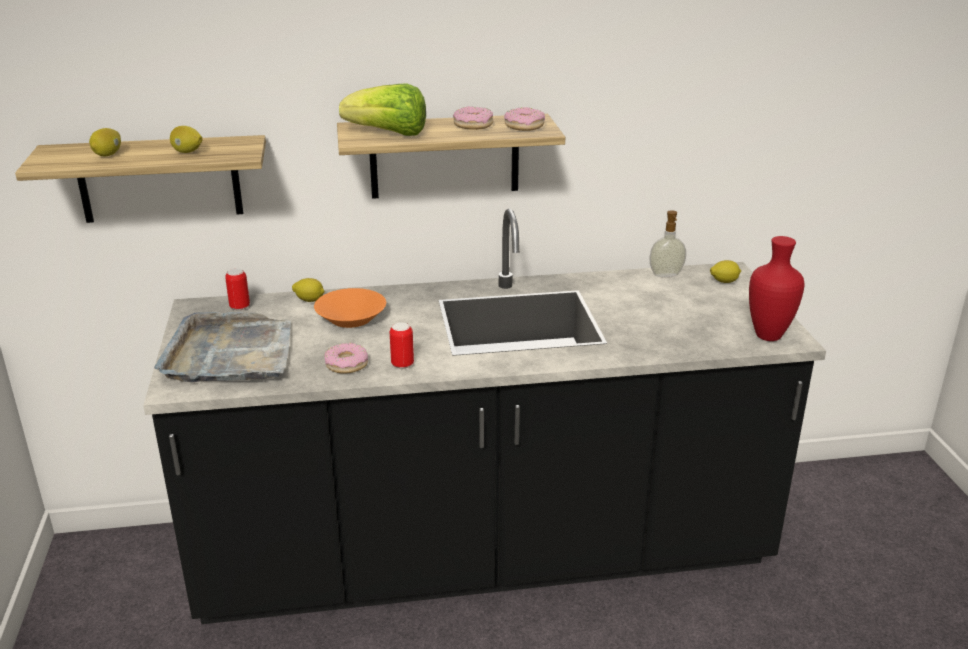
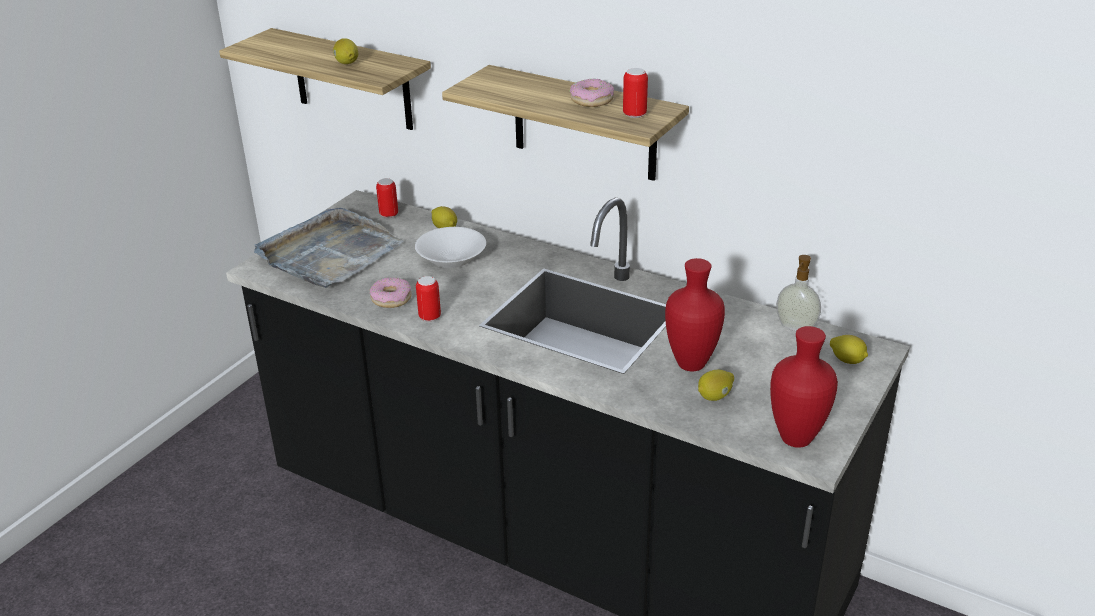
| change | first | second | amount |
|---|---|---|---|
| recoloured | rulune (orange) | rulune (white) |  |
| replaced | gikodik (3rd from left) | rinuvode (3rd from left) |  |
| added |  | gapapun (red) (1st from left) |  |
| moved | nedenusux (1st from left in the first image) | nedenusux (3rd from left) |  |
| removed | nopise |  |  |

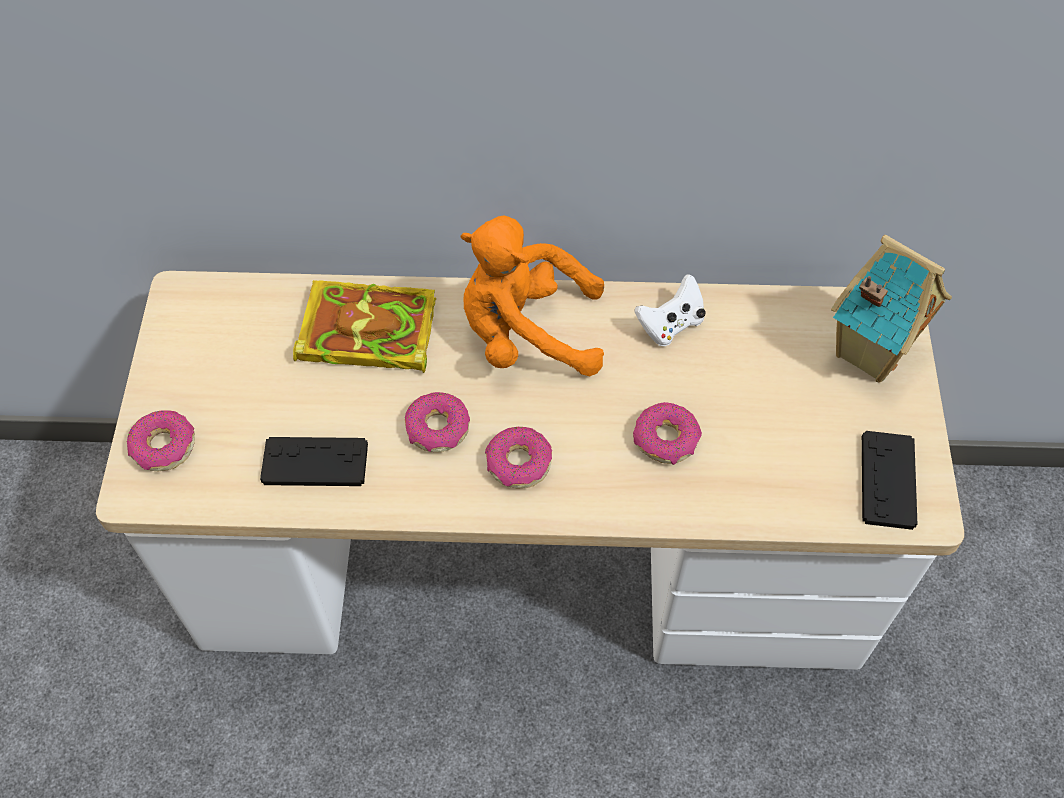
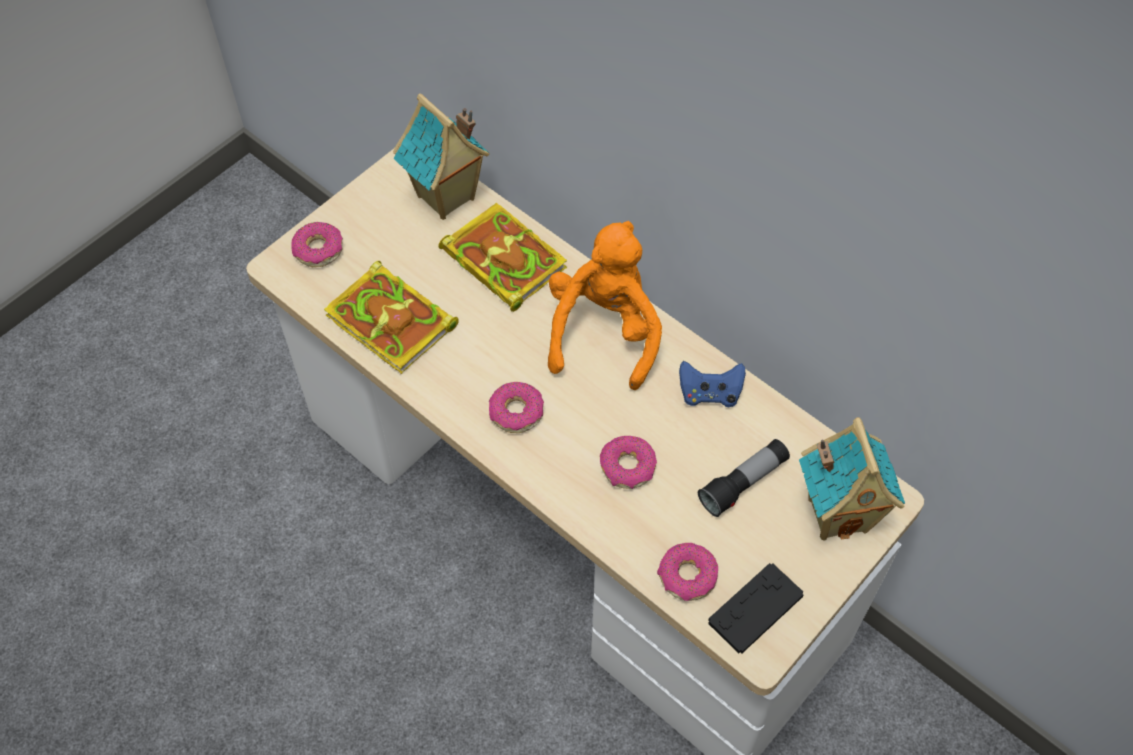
| change | first | second | amount |
|---|---|---|---|
| replaced | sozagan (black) (1st from left) | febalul (1st from left) |  |
| added |  | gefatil (1st from left) |  |
| turned | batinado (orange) |  | 60 degrees clockwise |
| moved | gikodik (2nd from left in the first image) | gikodik (4th from left) |  |
| recoloured | sozagan (white) | sozagan (blue) |  |
| added |  | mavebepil |  |

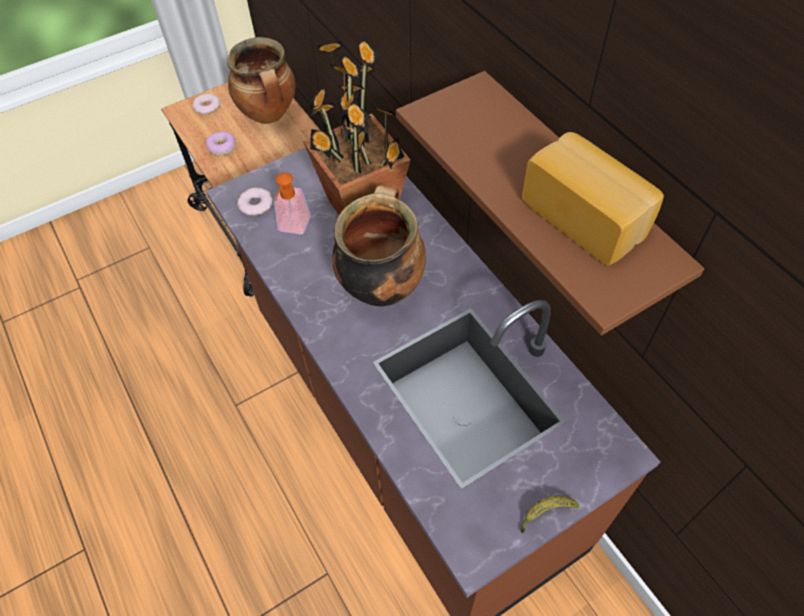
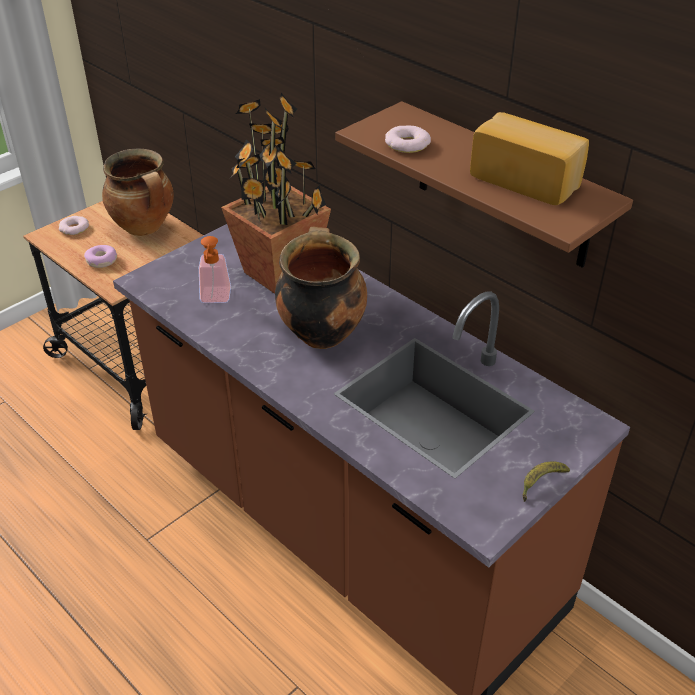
| change | first | second | amount |
|---|---|---|---|
| moved | gikodik (3rd from left) |  |  |

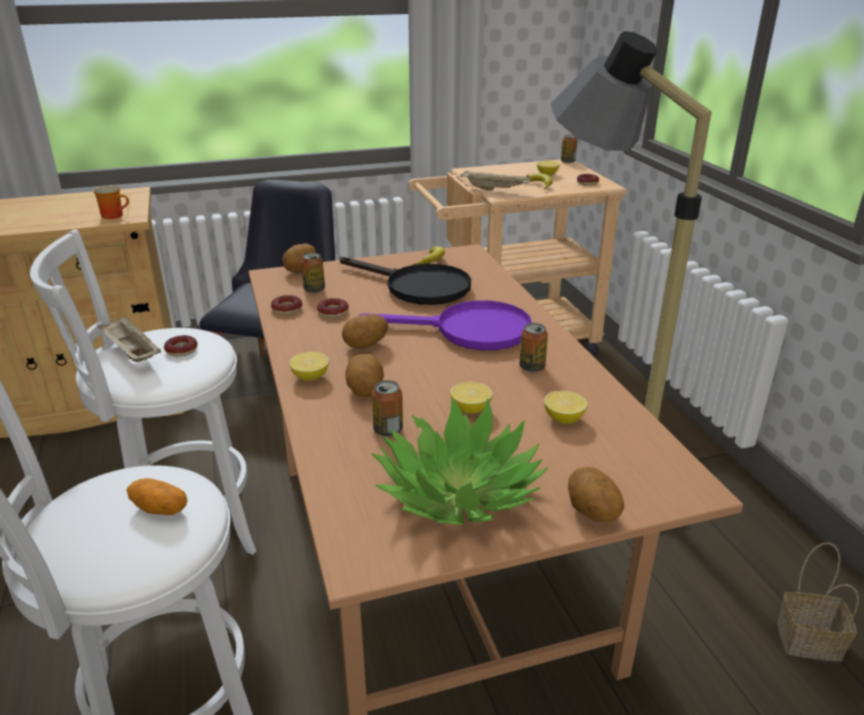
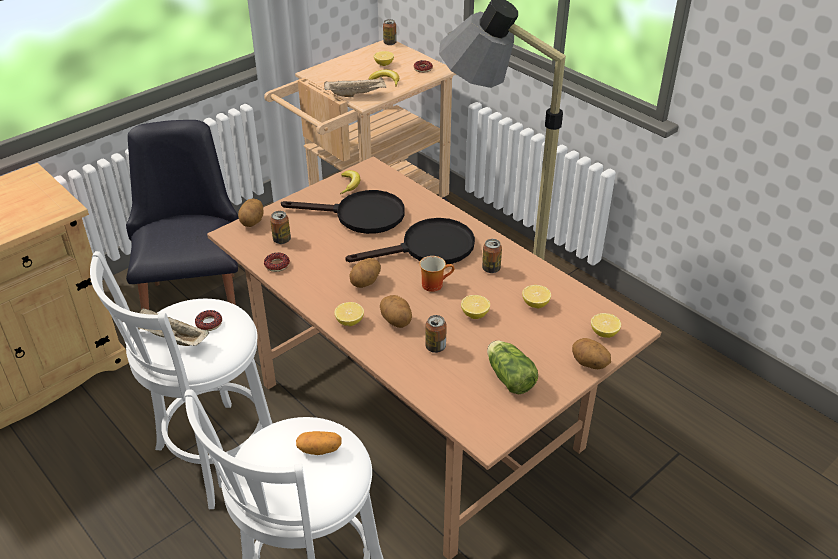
| change | first | second | amount |
|---|---|---|---|
| recoloured | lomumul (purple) | lomumul (black) (2nd from left) |  |
| moved | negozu |  |  |
| replaced | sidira | nopise |  |
| added |  | nedenusux (5th from left) |  |
| removed | gikodik (3rd from left) |  |  |
| removed | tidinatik |  |  |

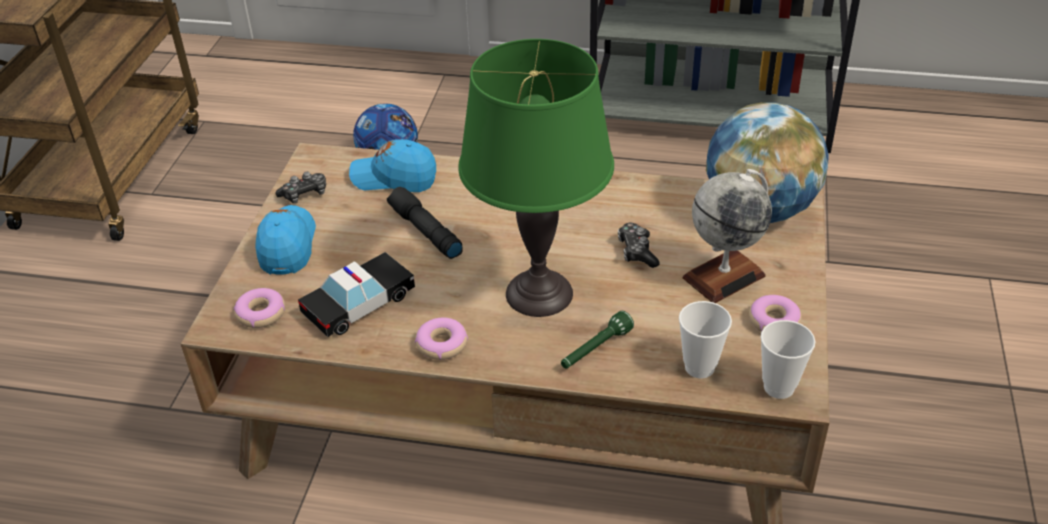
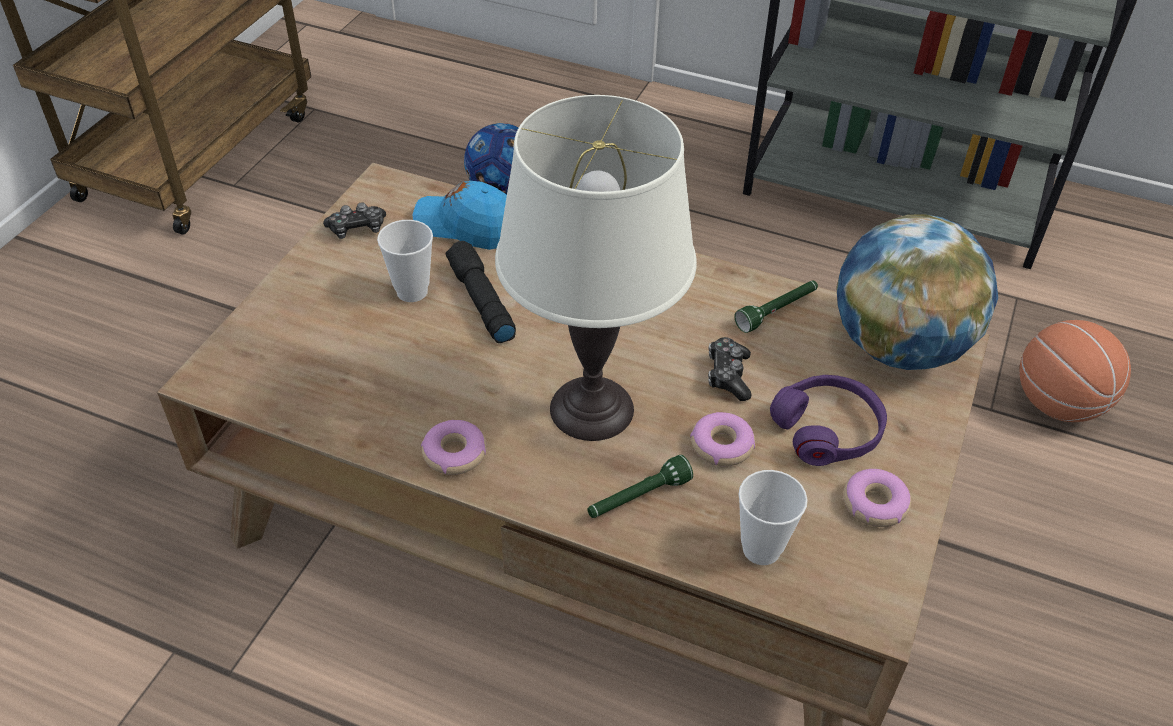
| change | first | second | amount |
|---|---|---|---|
| moved | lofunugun (2nd from left in the first image) | lofunugun (1st from left) |  |
| recoloured | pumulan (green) | pumulan (white) |  |
| moved | gikodik (1st from left in the first image) | gikodik (2nd from left) |  |
| added |  | mavebepil (green) (2nd from left) |  |
| replaced | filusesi (1st from left) | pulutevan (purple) |  |
| added |  | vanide |  |
| removed | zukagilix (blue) (1st from left) |  |  |
| removed | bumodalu |  |  |

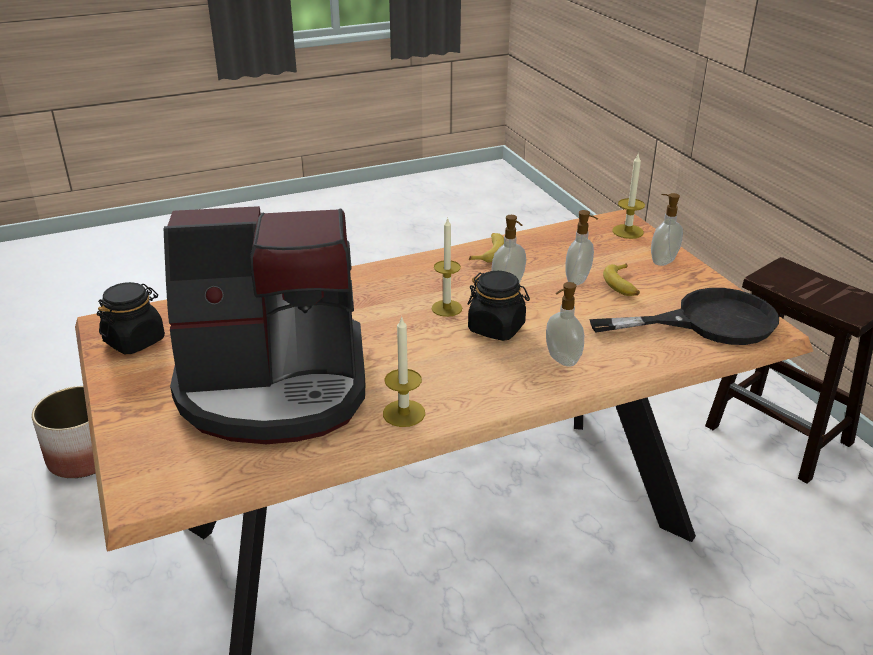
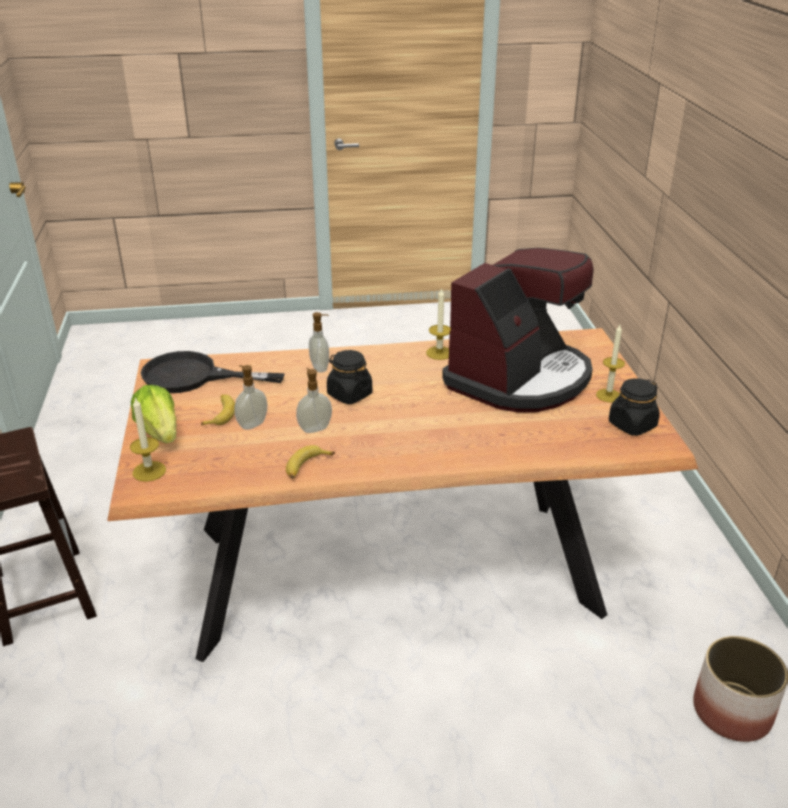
| change | first | second | amount |
|---|---|---|---|
| replaced | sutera (4th from left) | nopise |  |
| turned | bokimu |  | 120 degrees clockwise |
| moved | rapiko (2nd from left in the first image) | rapiko (3rd from left) |  |

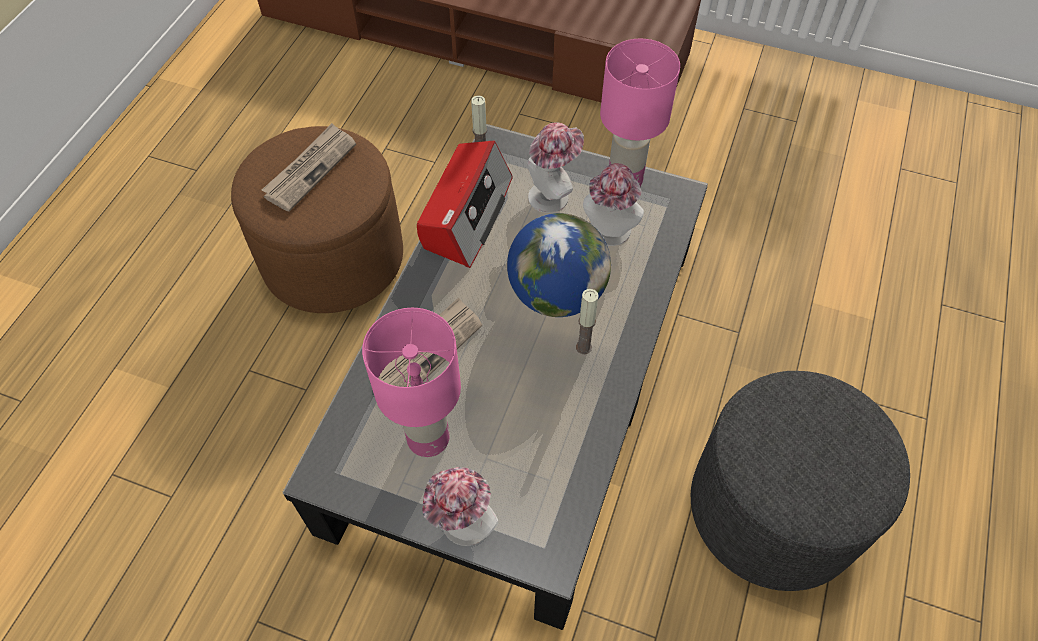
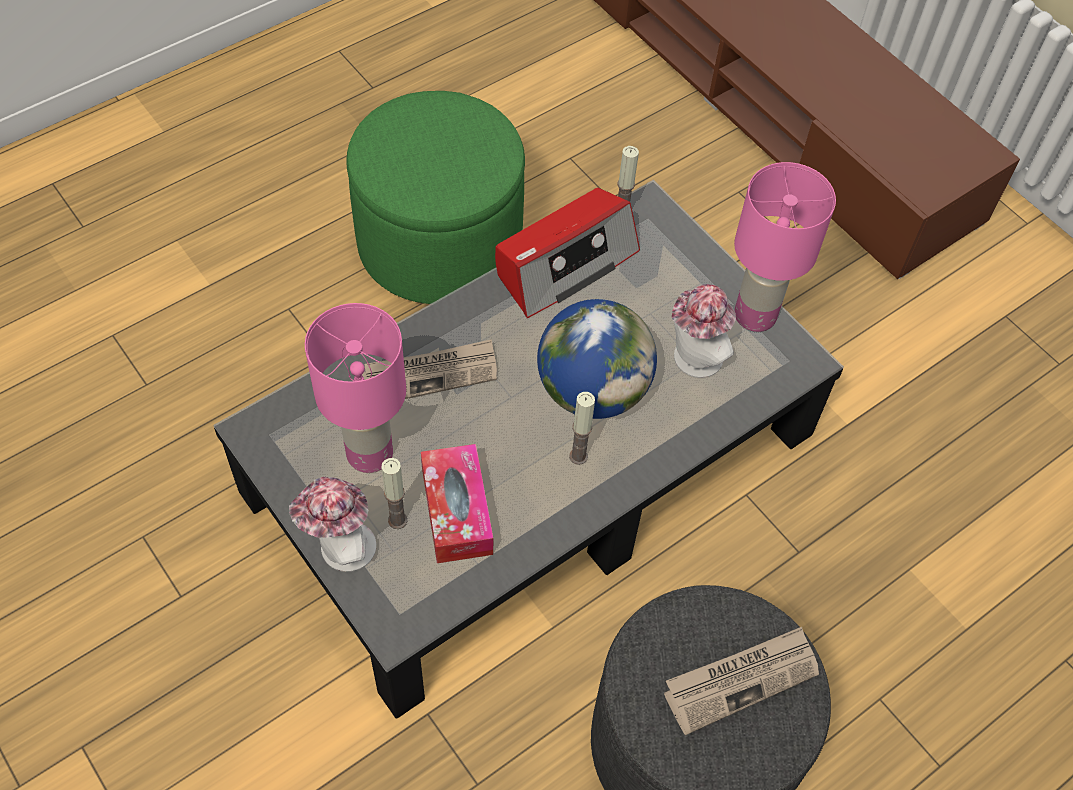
| change | first | second | amount |
|---|---|---|---|
| recoloured | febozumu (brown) | febozumu (green) |  |
| added |  | rapiko (1st from left) |  |
| added |  | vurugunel |  |
| moved | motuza (1st from left in the first image) | motuza (2nd from left) |  |
| removed | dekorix (2nd from left) |  |  |

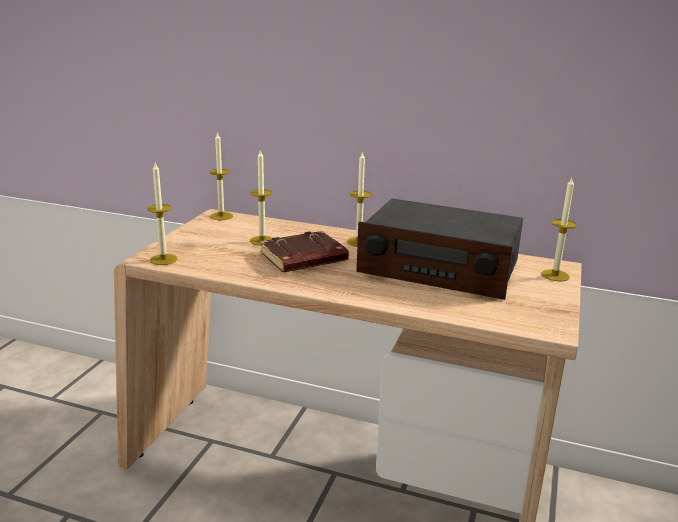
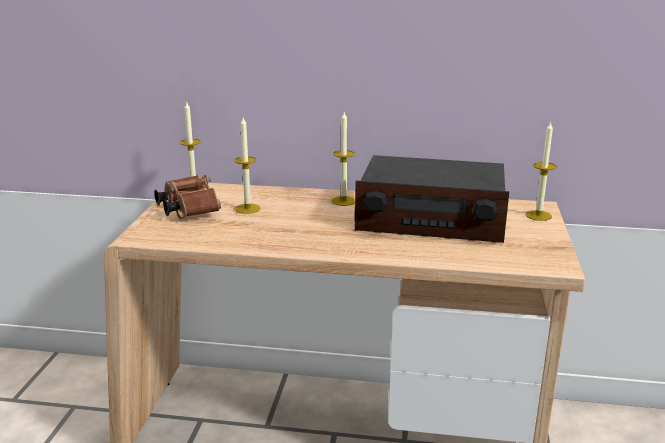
| change | first | second | amount |
|---|---|---|---|
| added |  | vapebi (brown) |  |
| removed | rapiko (1st from left) |  |  |
| removed | febalul (brown) |  |  |

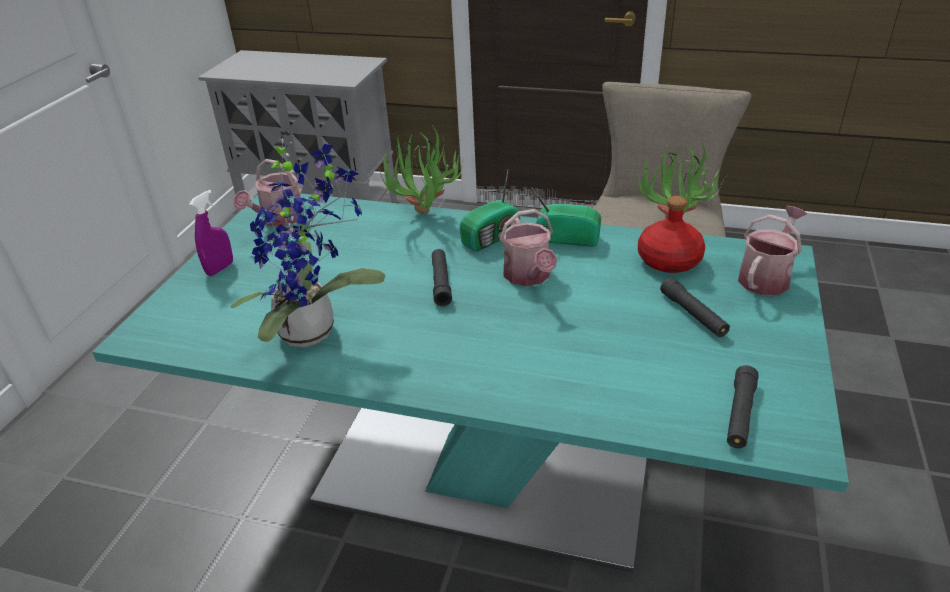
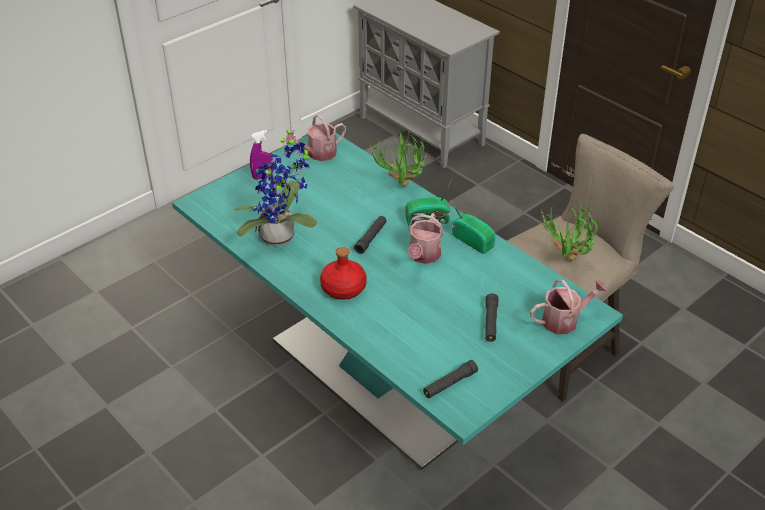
| change | first | second | amount |
|---|---|---|---|
| moved | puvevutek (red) |  |  |

